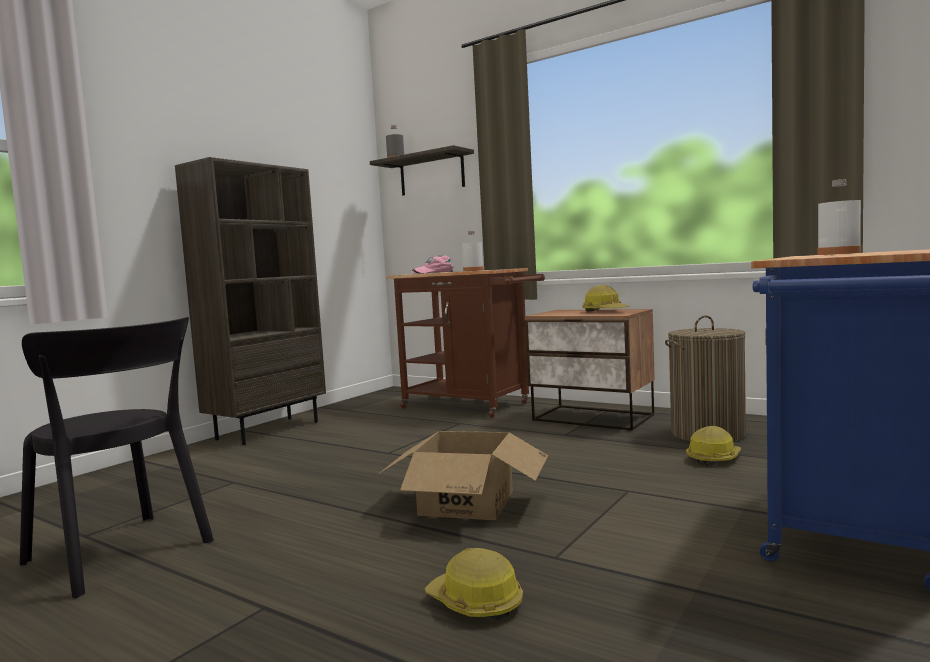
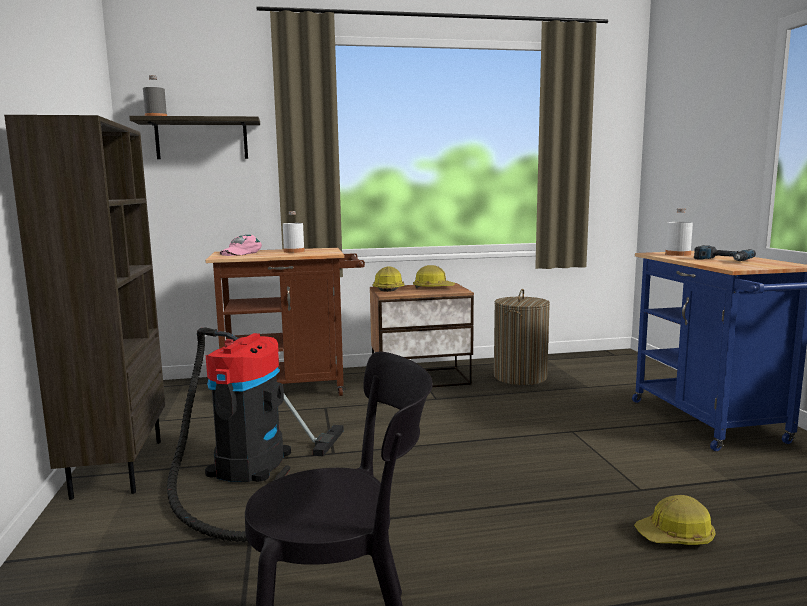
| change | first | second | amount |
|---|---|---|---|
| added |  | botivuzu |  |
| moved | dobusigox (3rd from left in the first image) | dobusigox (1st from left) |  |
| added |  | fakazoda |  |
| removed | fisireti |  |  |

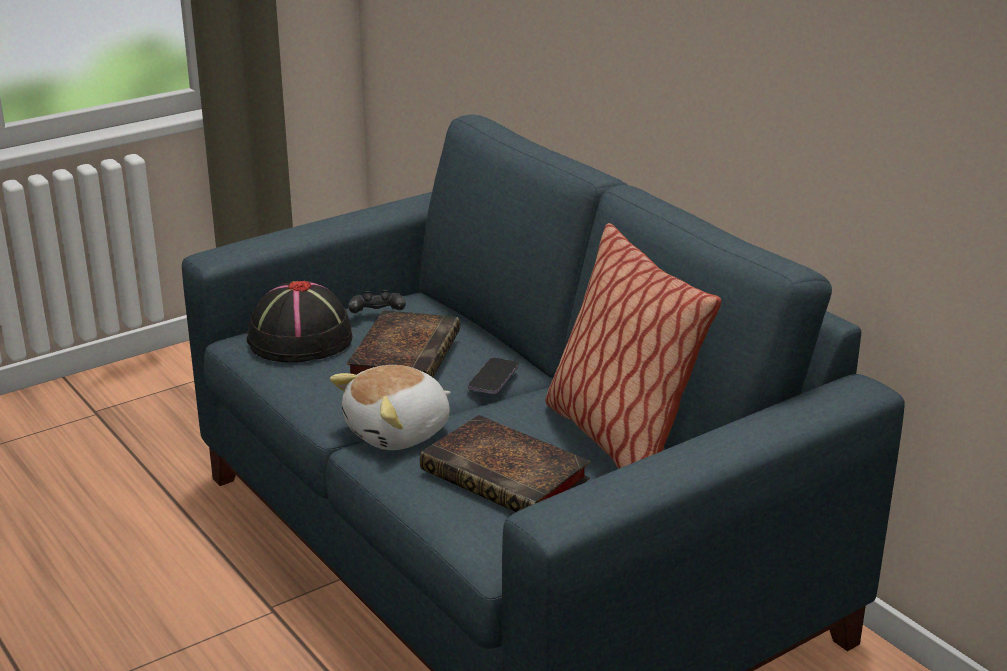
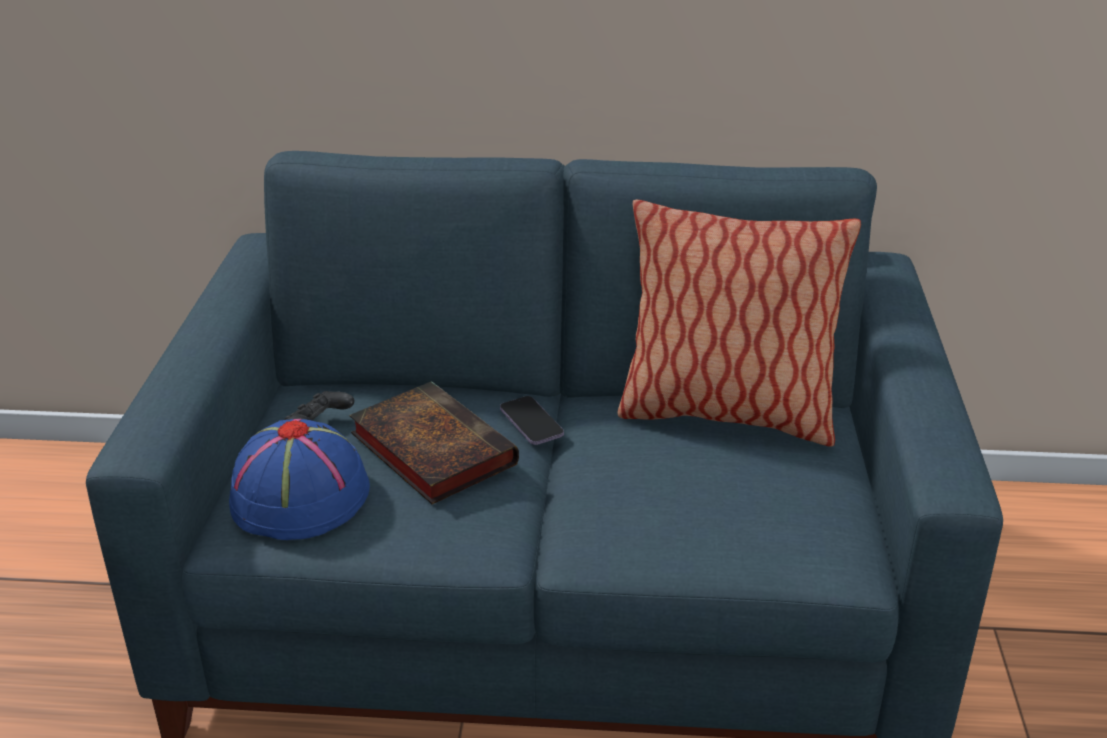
| change | first | second | amount |
|---|---|---|---|
| recoloured | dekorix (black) | dekorix (blue) |  |
| removed | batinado |  |  |
| removed | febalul (2nd from left) |  |  |

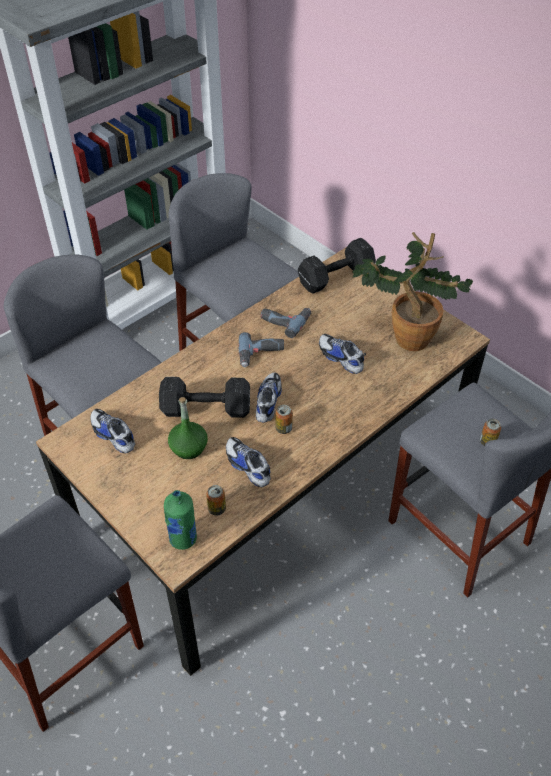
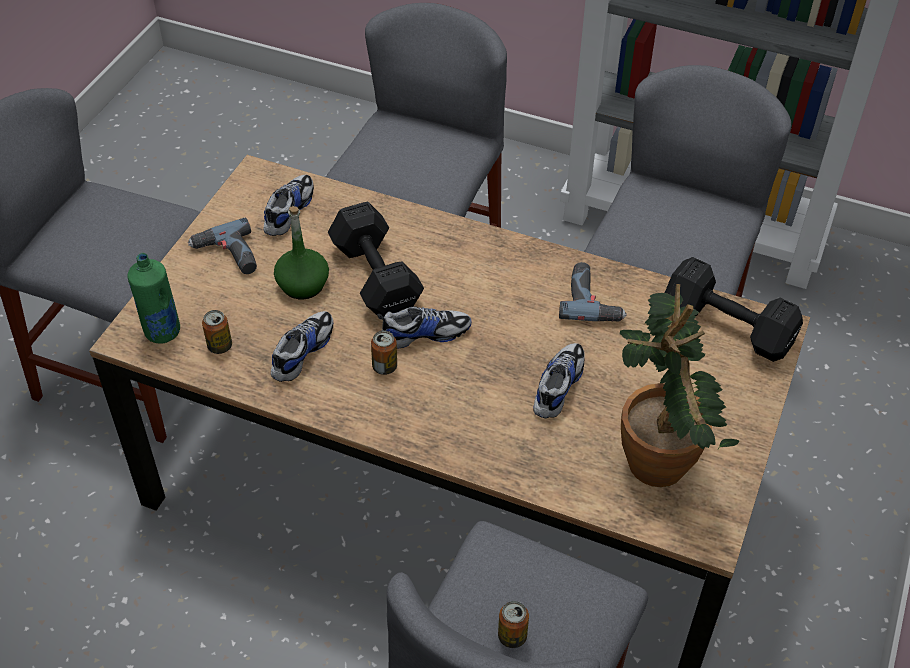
| change | first | second | amount |
|---|---|---|---|
| moved | fakazoda (1st from left) |  |  |

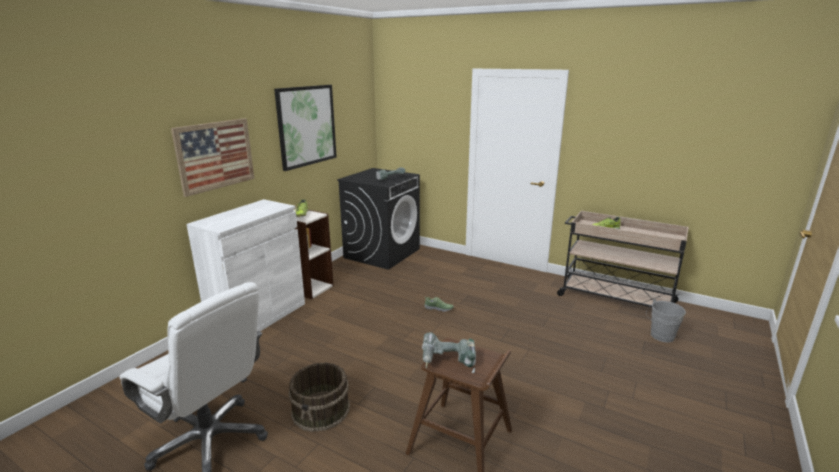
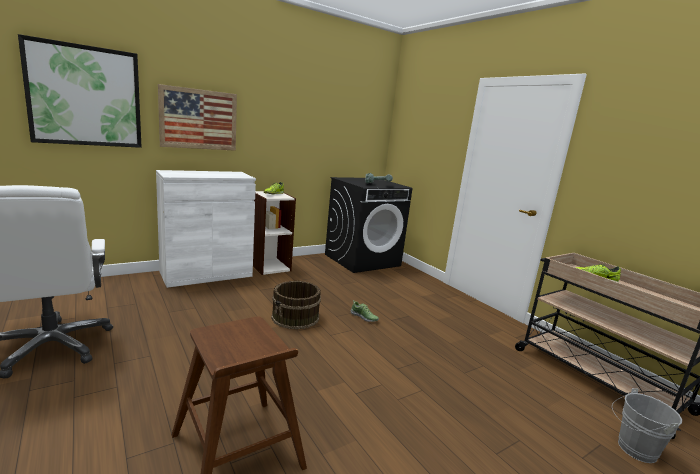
| change | first | second | amount |
|---|---|---|---|
| moved | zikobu (2nd from left in the first image) | zikobu (1st from left) |  |
| moved | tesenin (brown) |  |  |
| removed | fakazoda (2nd from left) |  |  |

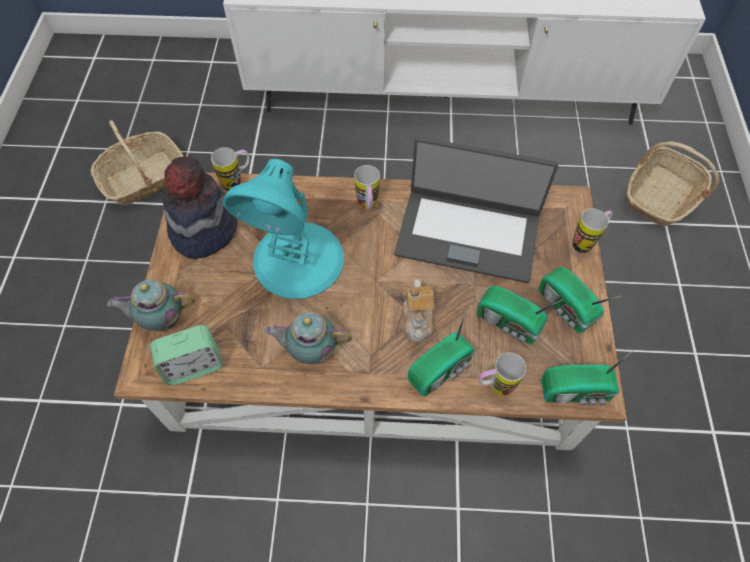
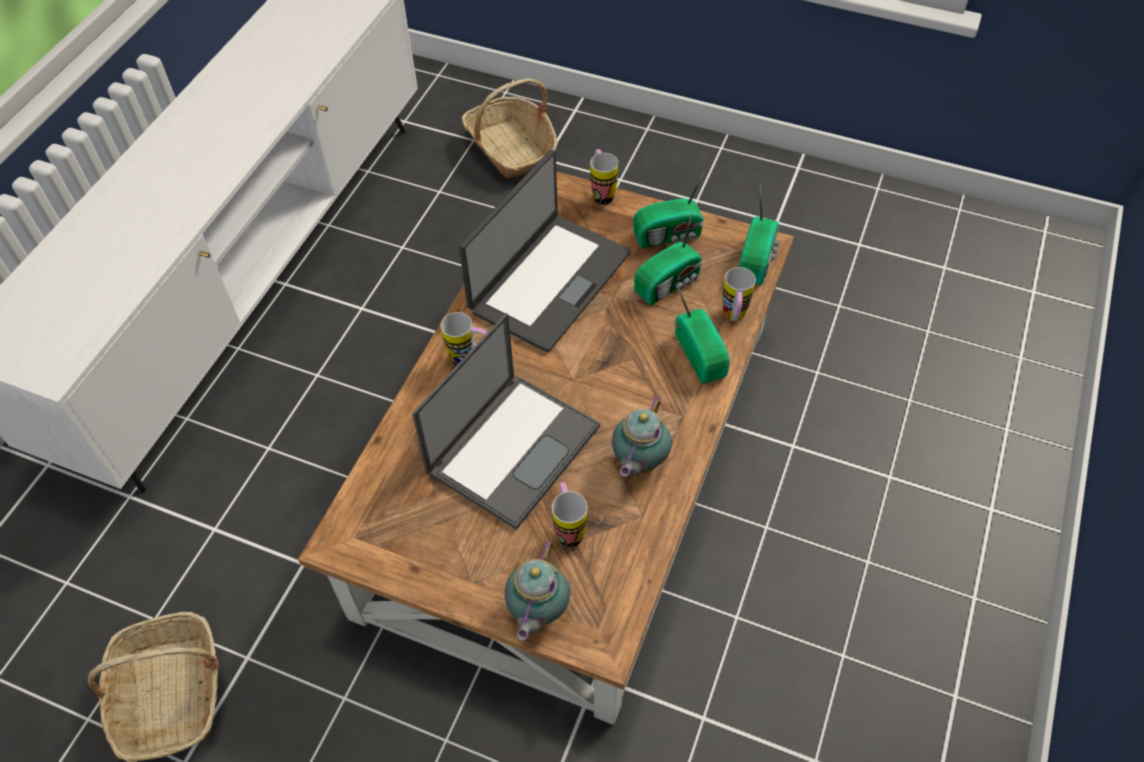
| change | first | second | amount |
|---|---|---|---|
| replaced | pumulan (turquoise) | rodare (1st from left) |  |
| moved | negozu (1st from left in the first image) | negozu (2nd from left) |  |
| removed | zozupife |  |  |
| removed | dekorix |  |  |
| removed | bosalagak (3rd from left) |  |  |

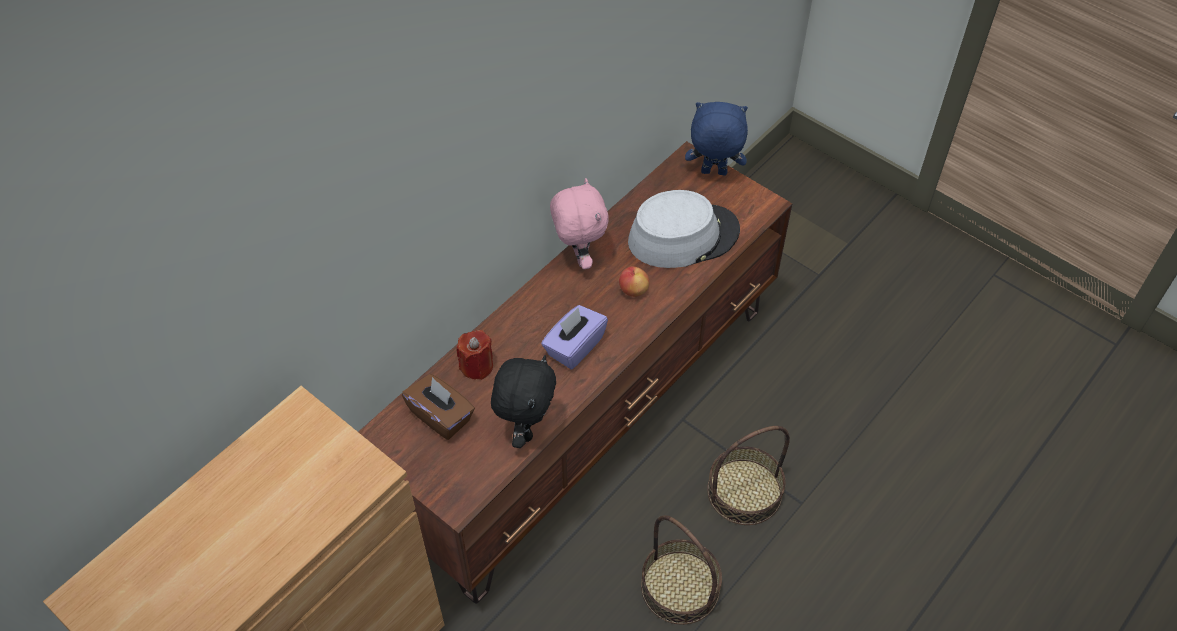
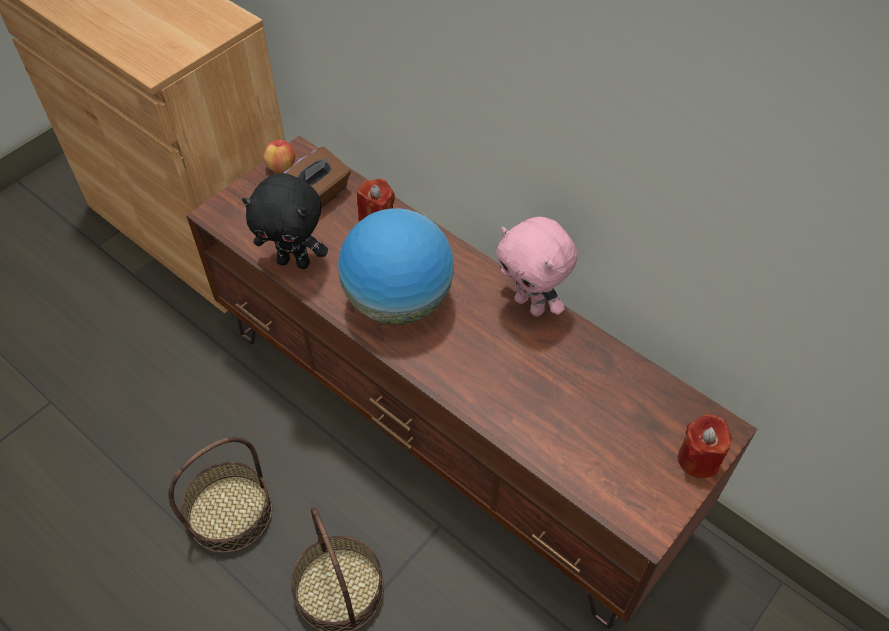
| change | first | second | amount |
|---|---|---|---|
| moved | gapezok |  |  |
| replaced | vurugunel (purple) | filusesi |  |
| turned | batinado (pink) |  | 60 degrees clockwise |
| replaced | batinado (blue) | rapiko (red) (2nd from left) |  |
| removed | dekorix (grey) |  |  |

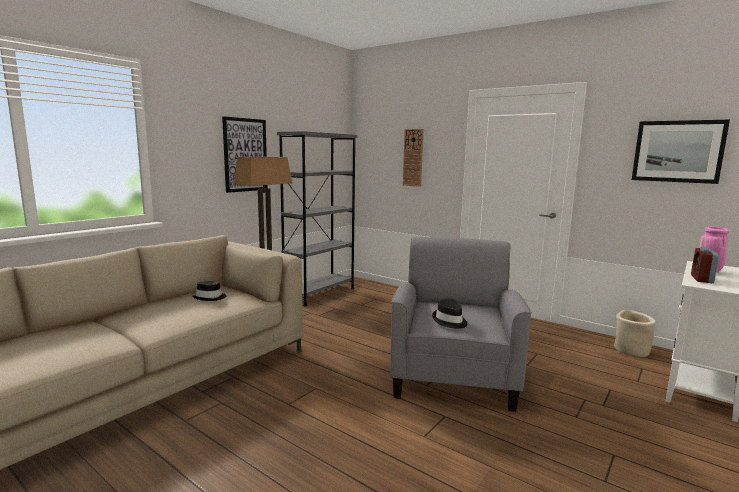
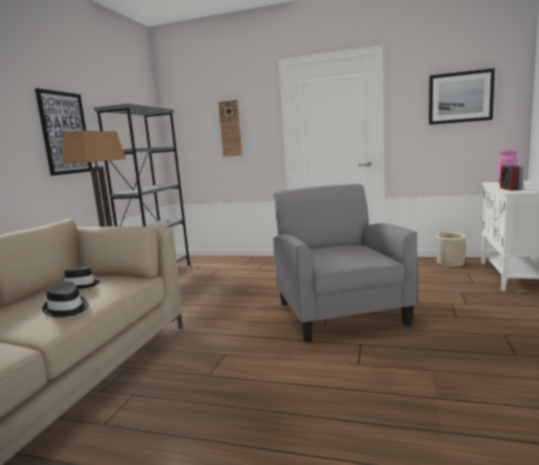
| change | first | second | amount |
|---|---|---|---|
| moved | dekorix (black) (2nd from left in the first image) | dekorix (black) (1st from left) |  |

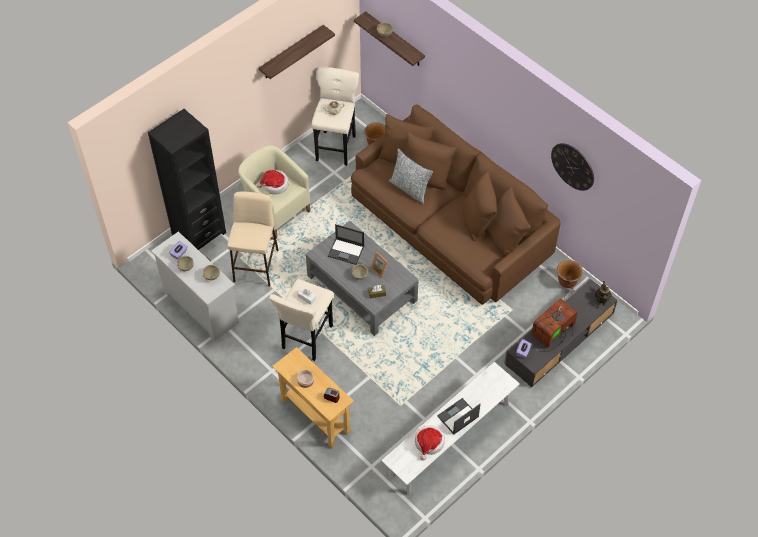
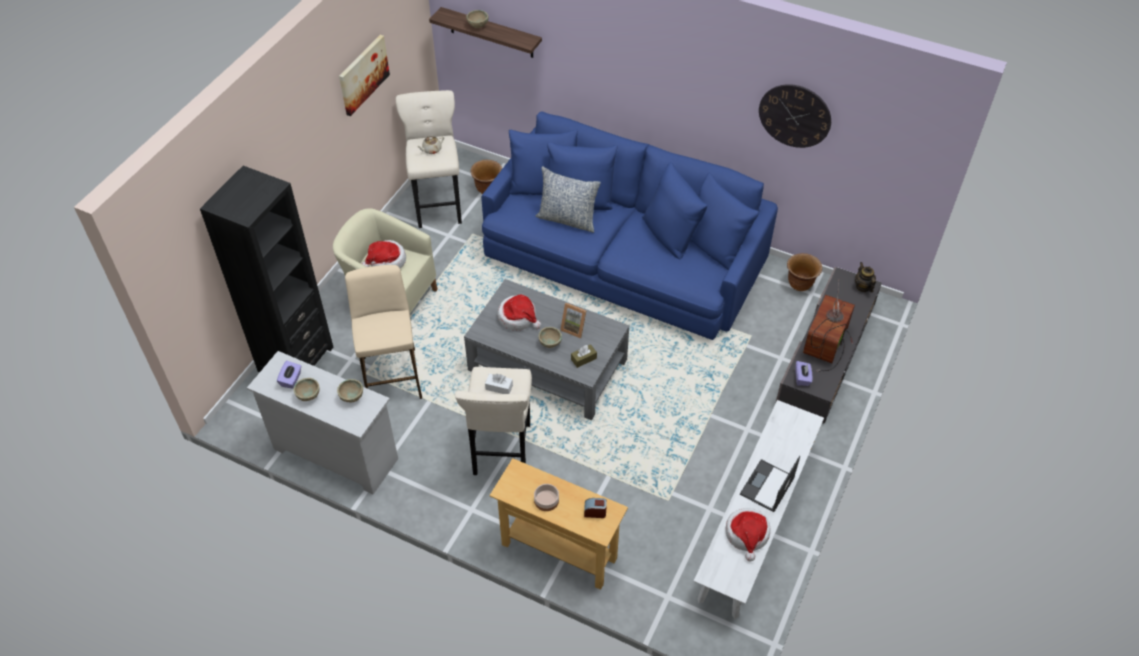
| change | first | second | amount |
|---|---|---|---|
| replaced | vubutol (1st from left) | zikobu |  |
| recoloured | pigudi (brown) | pigudi (blue) |  |
| replaced | rodare (1st from left) | dekorix (2nd from left) |  |

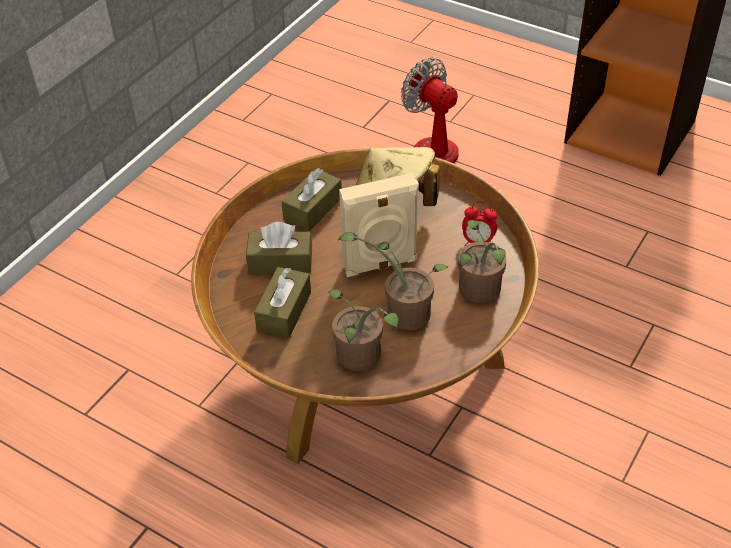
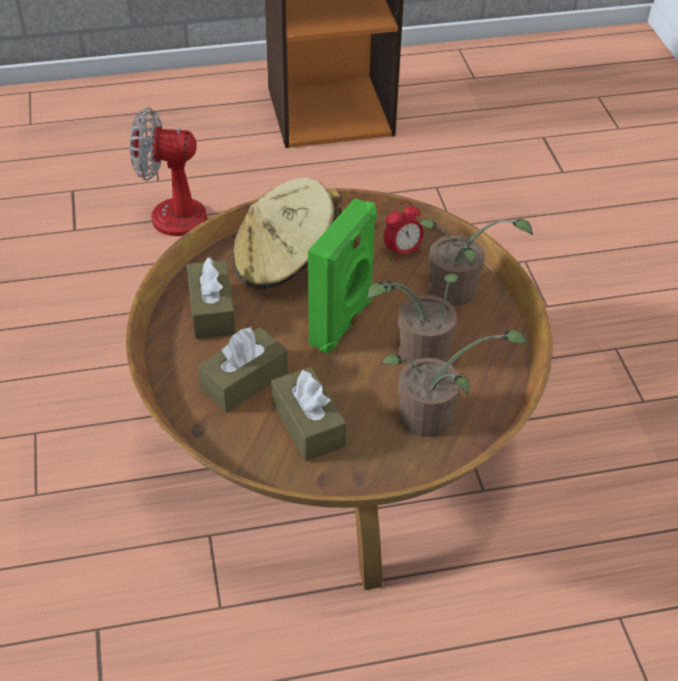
| change | first | second | amount |
|---|---|---|---|
| recoloured | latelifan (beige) | latelifan (green) |  |

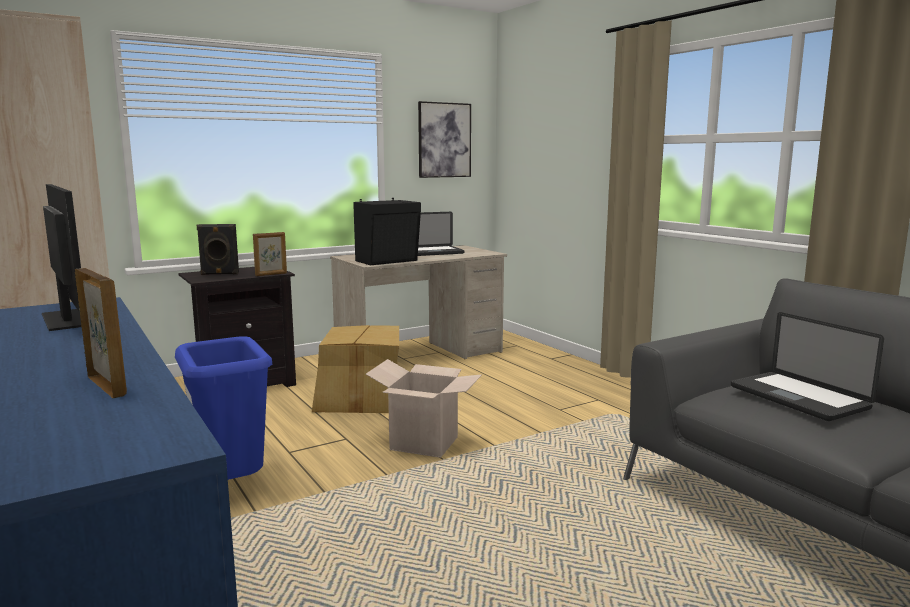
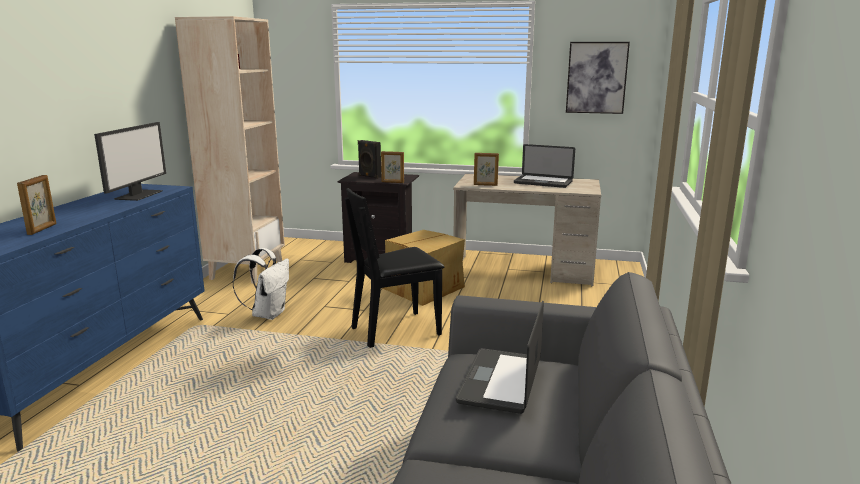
| change | first | second | amount |
|---|---|---|---|
| replaced | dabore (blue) | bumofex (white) |  |
| replaced | fisireti (2nd from left) | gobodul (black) |  |
| replaced | latelifan (black) (2nd from left) | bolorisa (3rd from left) |  |

